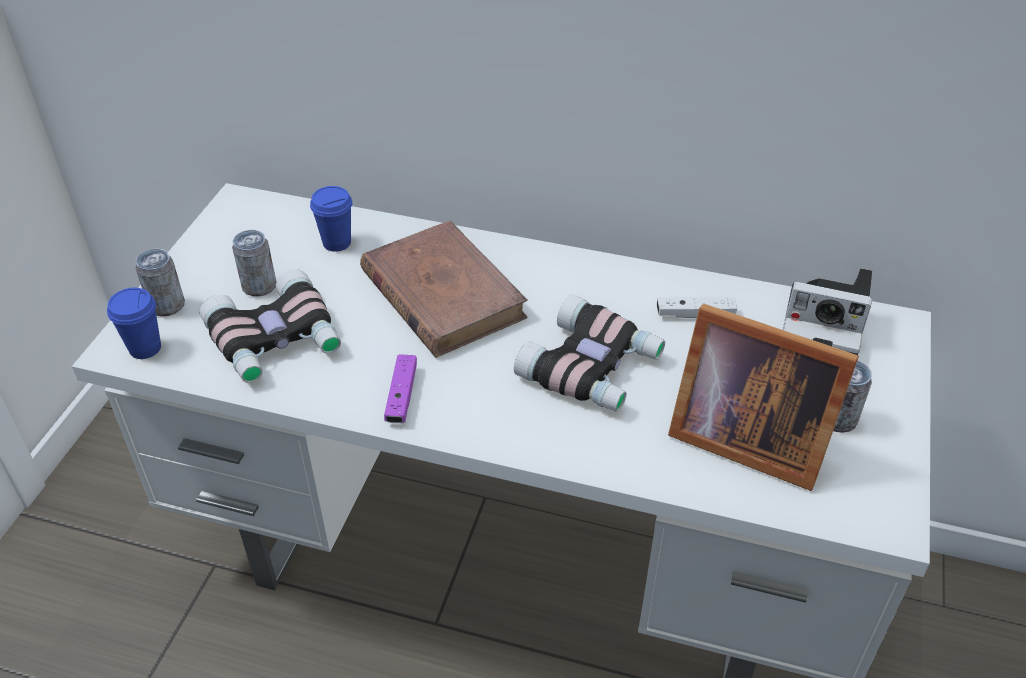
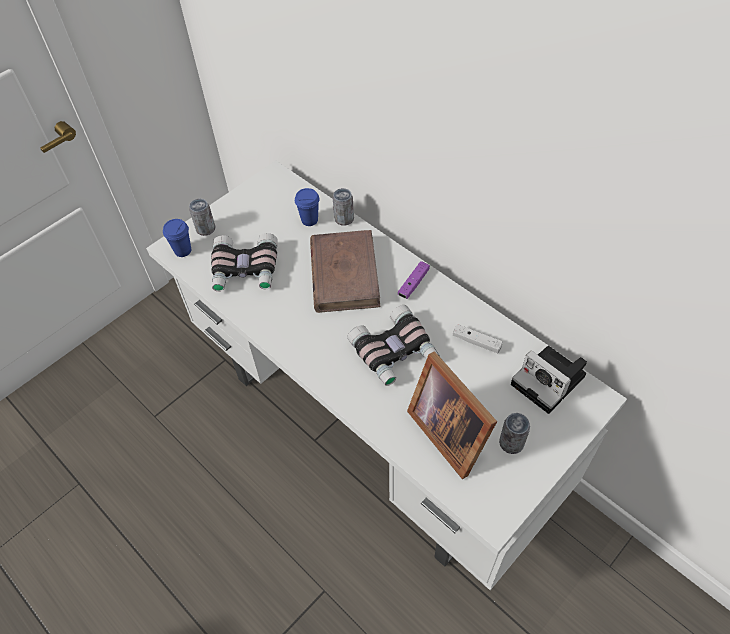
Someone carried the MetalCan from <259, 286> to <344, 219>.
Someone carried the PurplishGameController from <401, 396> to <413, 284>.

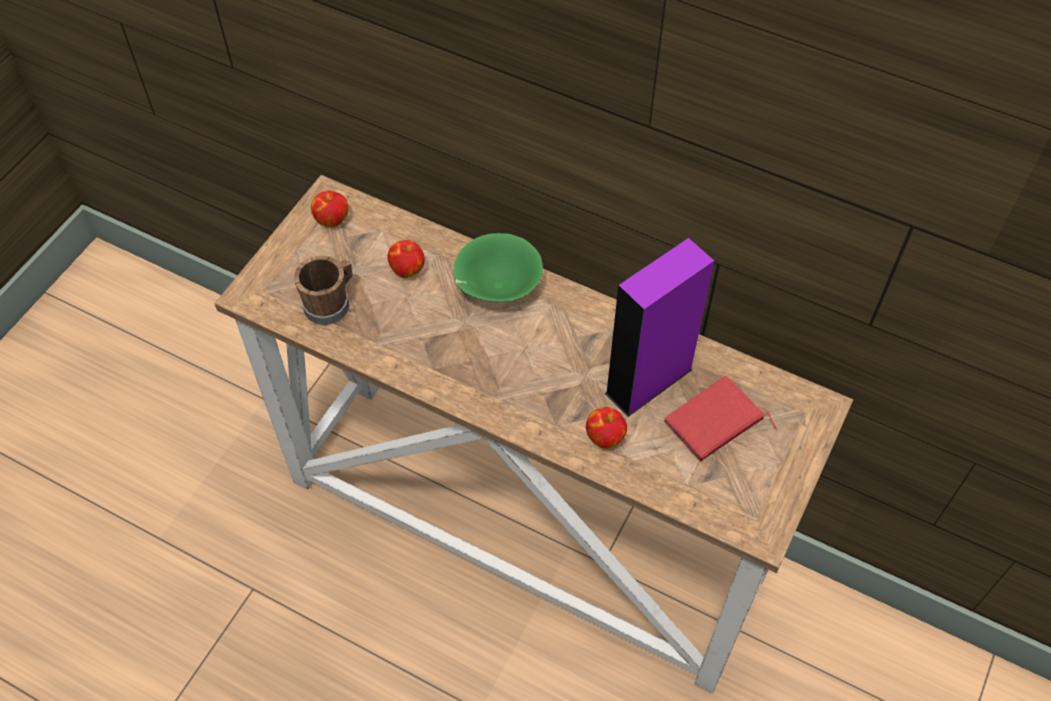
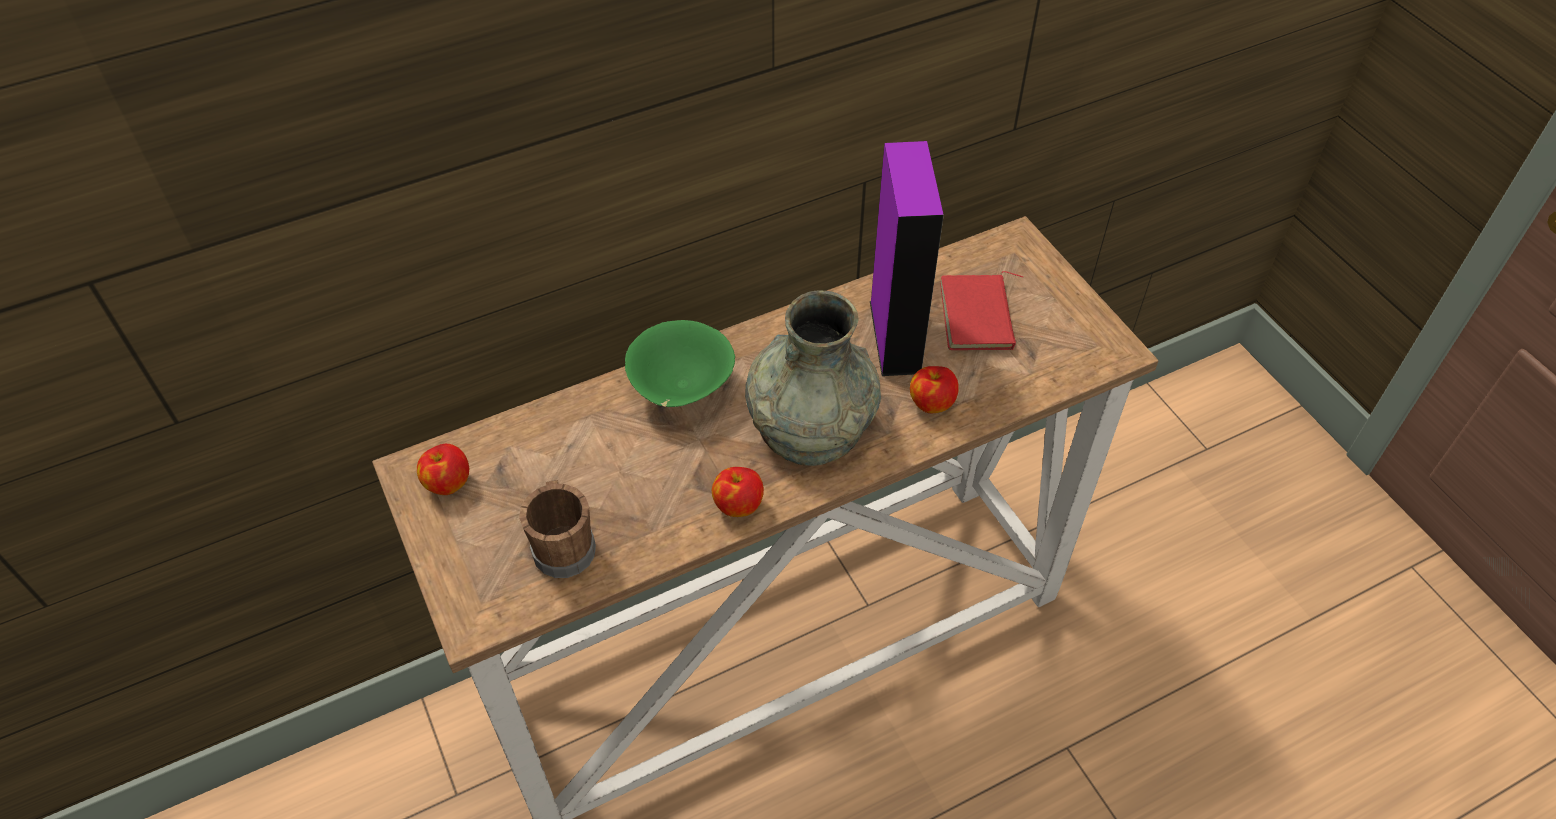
Someone put down the GrayVase at <810, 422>.
Someone carried the AppleFruit from <407, 269> to <738, 504>.

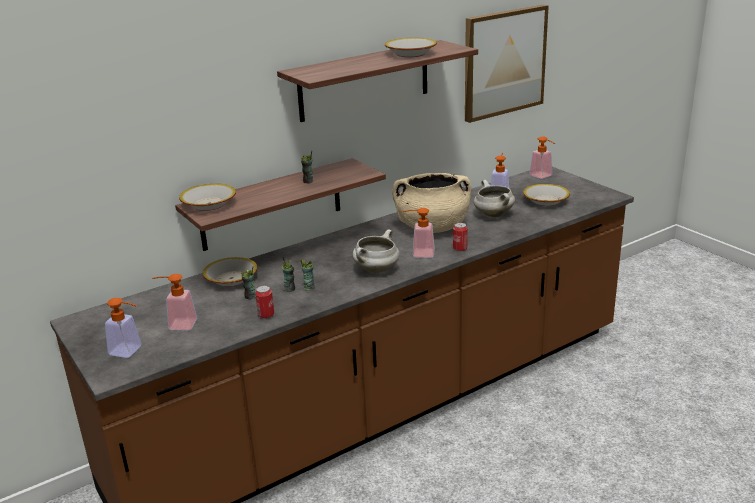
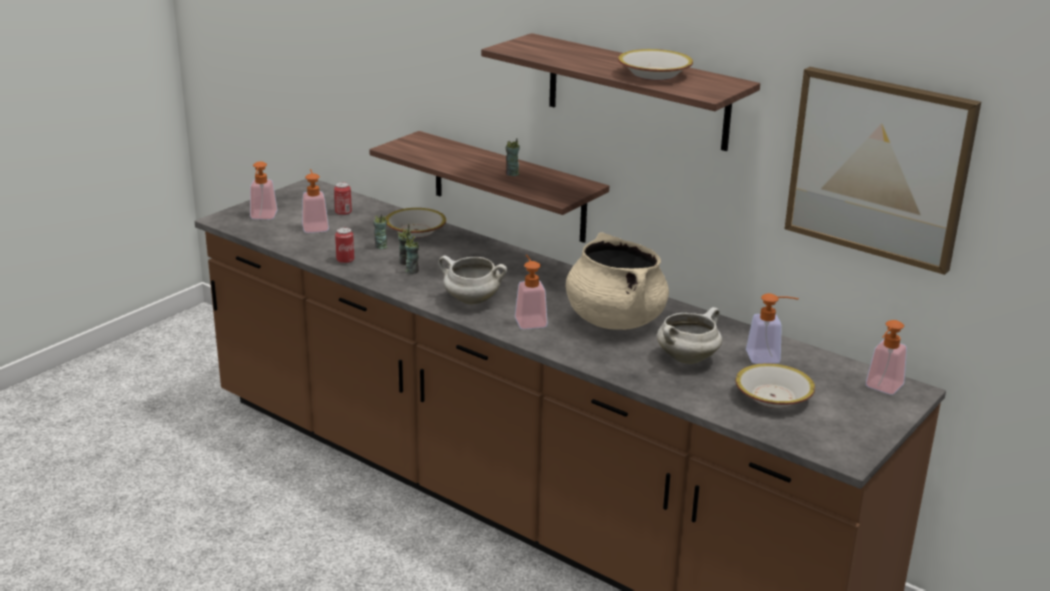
Someone took away the ServingBowl at <209, 204>.
Someone carried the MetalCan from <460, 249> to <343, 213>.

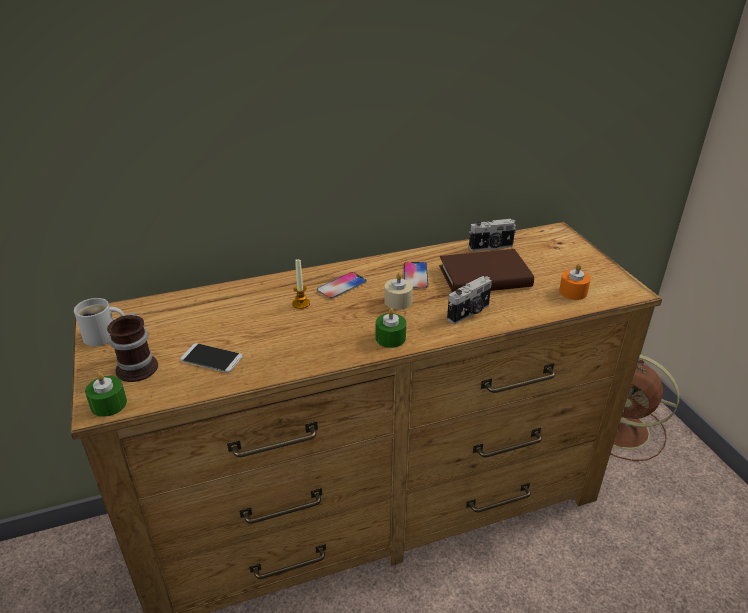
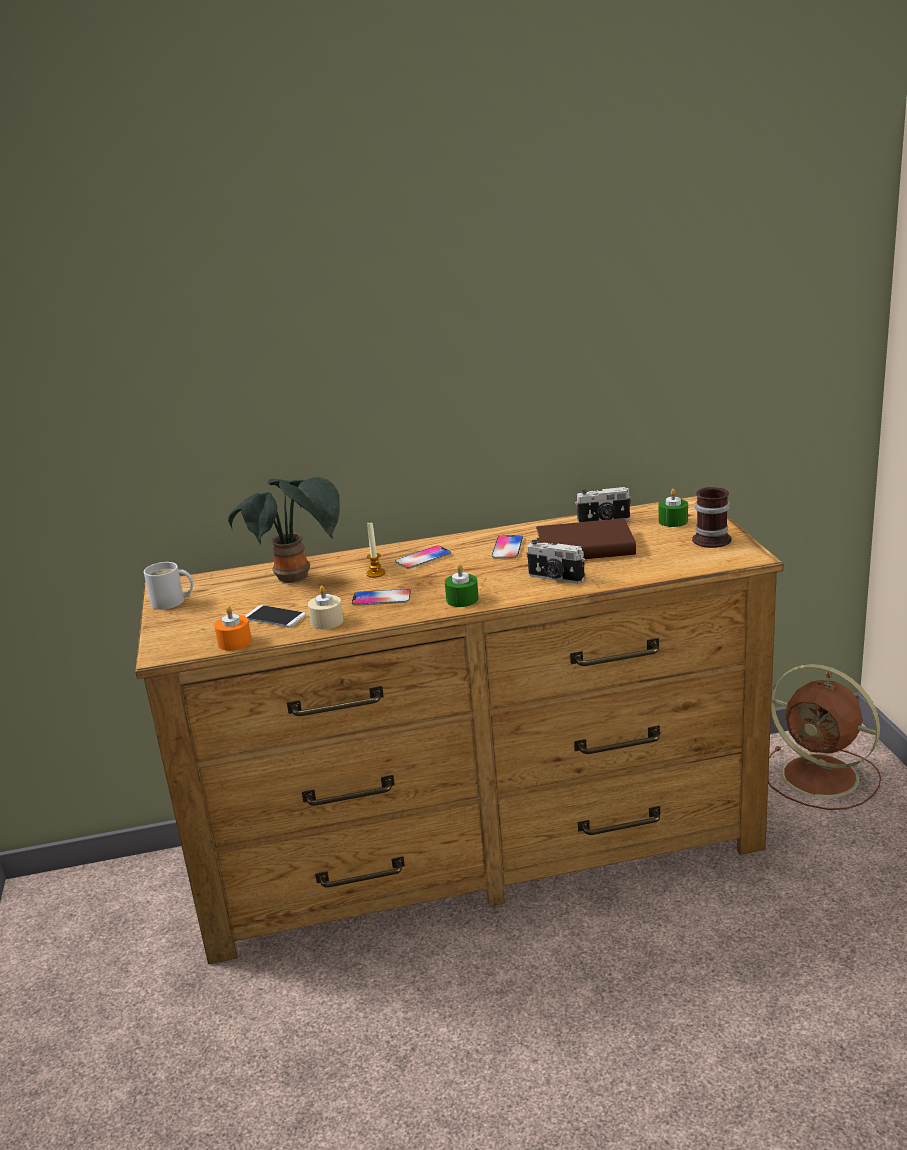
Someone put down the PottedPlant at <296, 578>.
Someone put down the Telephone at <381, 598>.
Someone carried the GreenColouredCandle from <109, 404> to <673, 521>.
Someone carried the CoffeeMug from <139, 365> to <712, 538>.
Someone carried the SandColouredCandle from <398, 301> to <327, 621>.
Someone carried the OrangeColouredCandle from <573, 292> to <234, 642>.
Someone rotated the PhotoCamera at <469, 313> by 60 degrees clockwise.

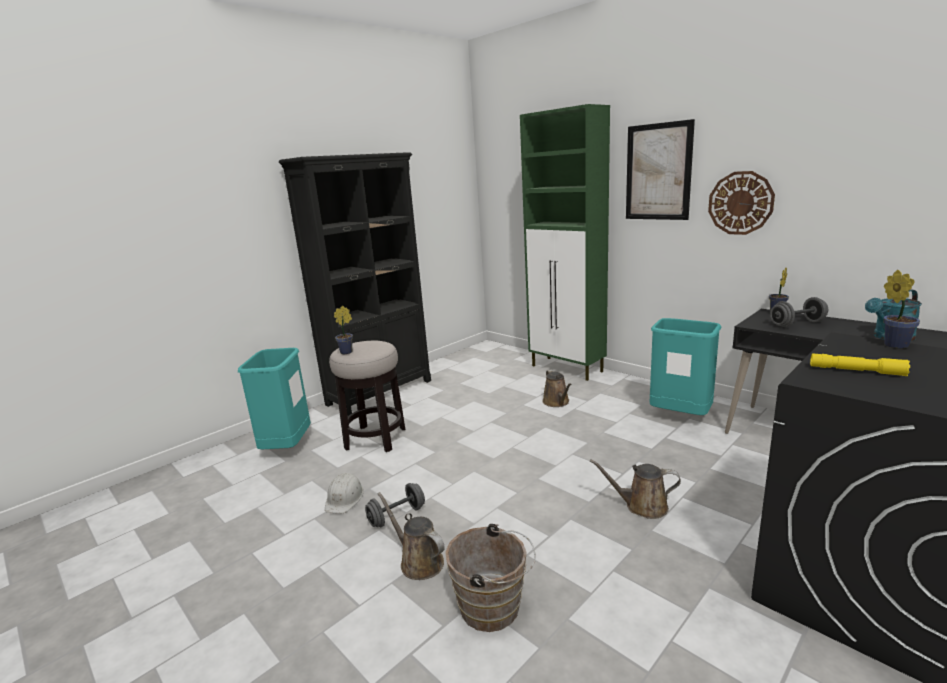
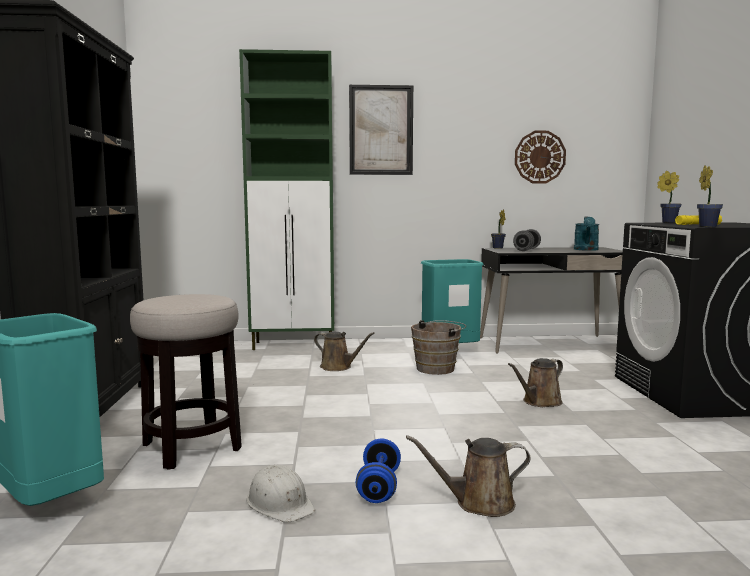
Someone carried the PottedPlant from <348, 352> to <706, 226>.
Someone carried the BrownWaterBucket from <494, 608> to <438, 368>.
Someone carried the WallClock from <740, 203> to <539, 157>.
Someone repainted the GrayFreeWeight at <397, 516>, which became the BlueFreeWeight at <379, 487>.

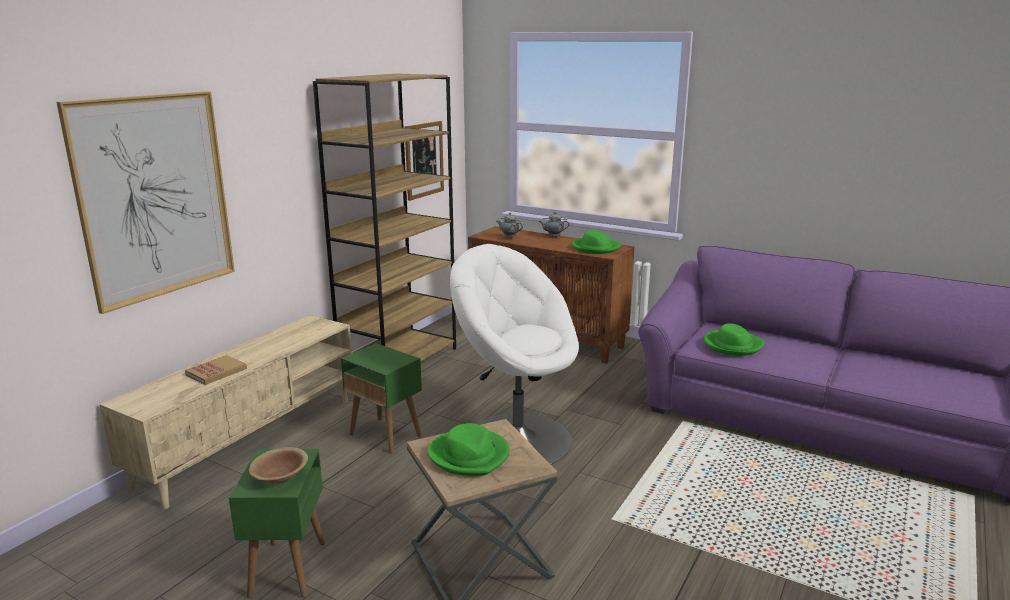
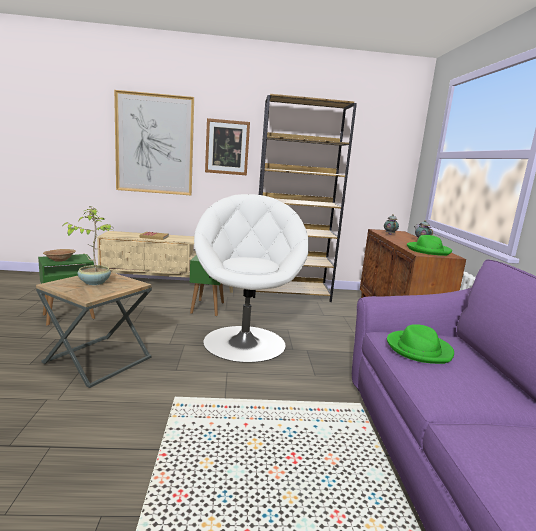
Someone carried the WallArt from <424, 160> to <227, 147>.
Someone swapped the GreenColouredWearableHat at <469, 455> for the PottedPlant at <94, 282>.

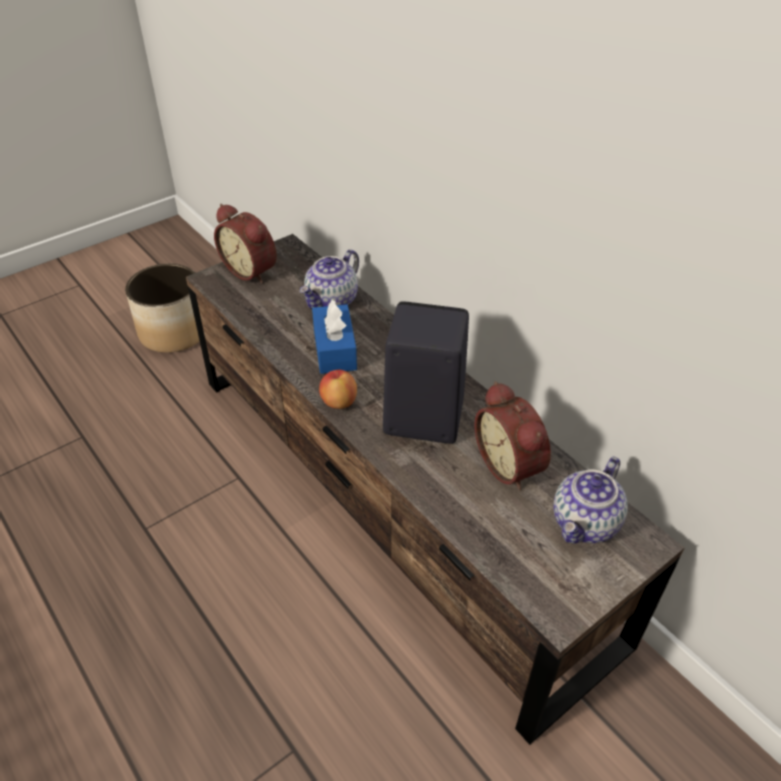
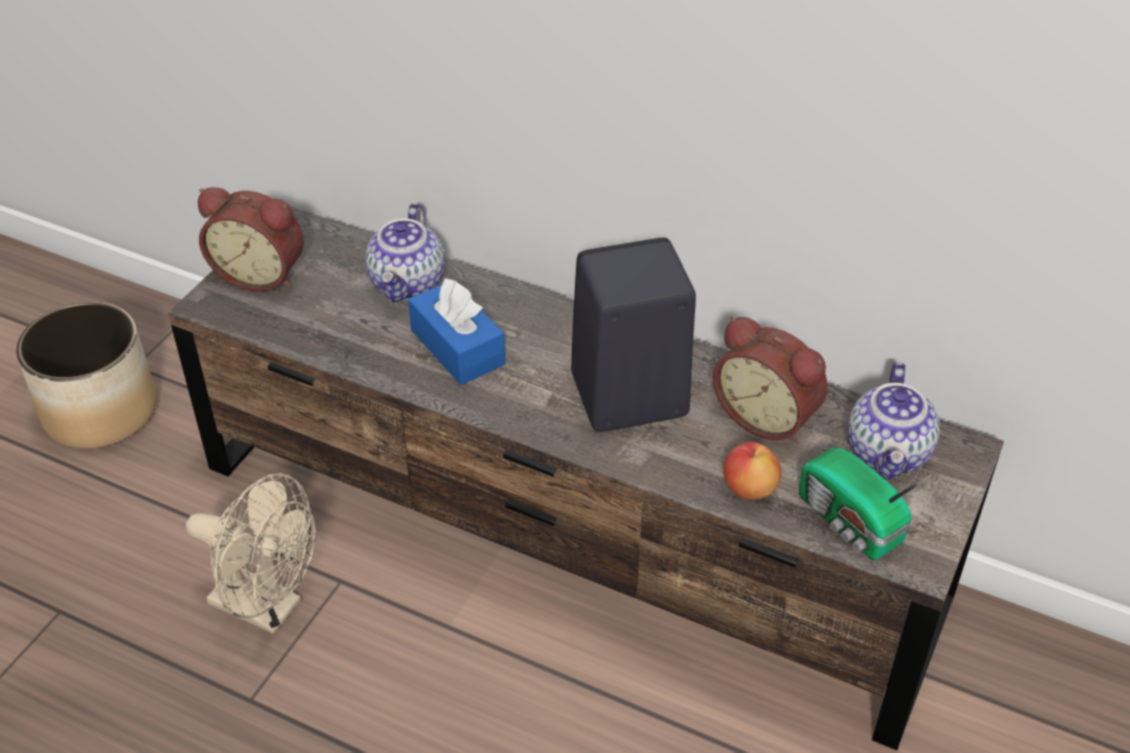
Someone put down the SandColouredElectricFan at <268, 607>.
Someone put down the Radio at <850, 523>.
Someone carried the AppleFruit from <339, 402> to <749, 488>.

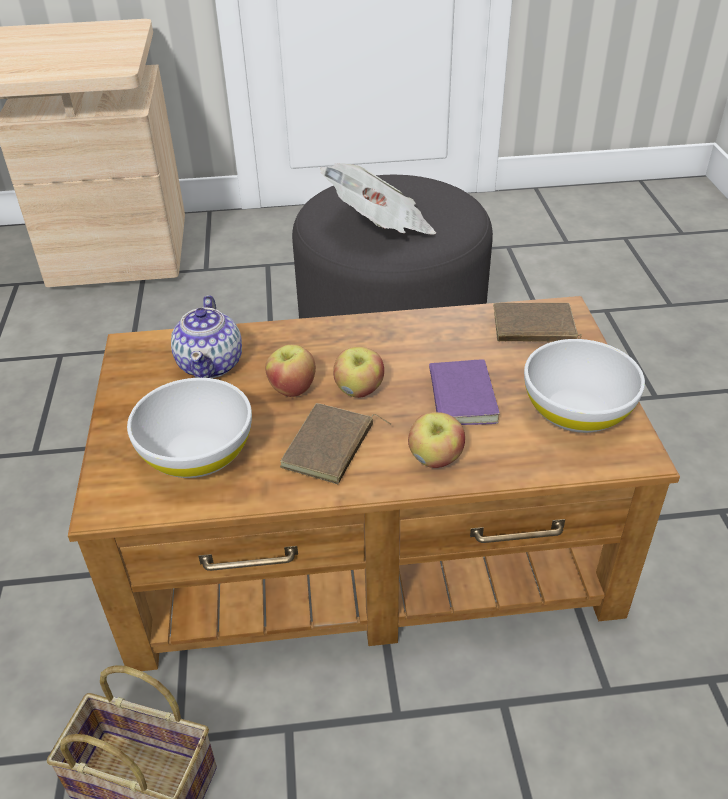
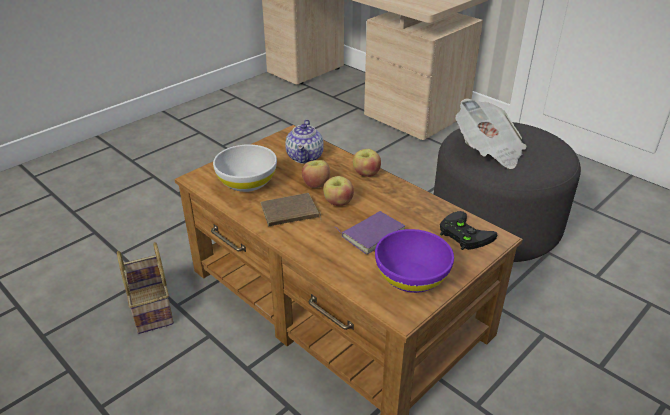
Someone carried the AppleFruit from <435, 459> to <366, 174>.
Someone swapped the BrownBook at <533, 329> for the BlackColouredGameController at <463, 234>.
Someone repainted the WhiteColouredServingBowl at <577, 411>, which became the PurplishServingBowl at <412, 278>.
Someone rotated the TeaPot at <211, 364> by 45 degrees counterclockwise.

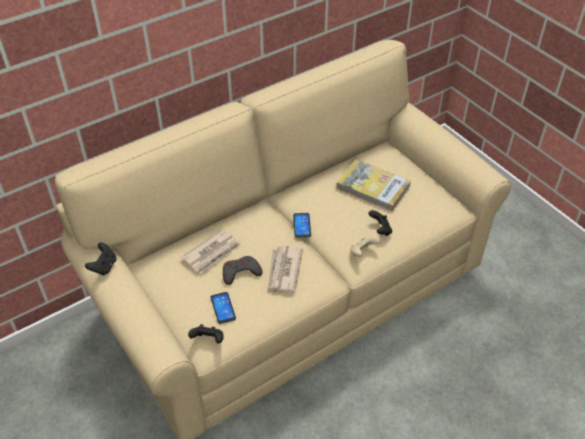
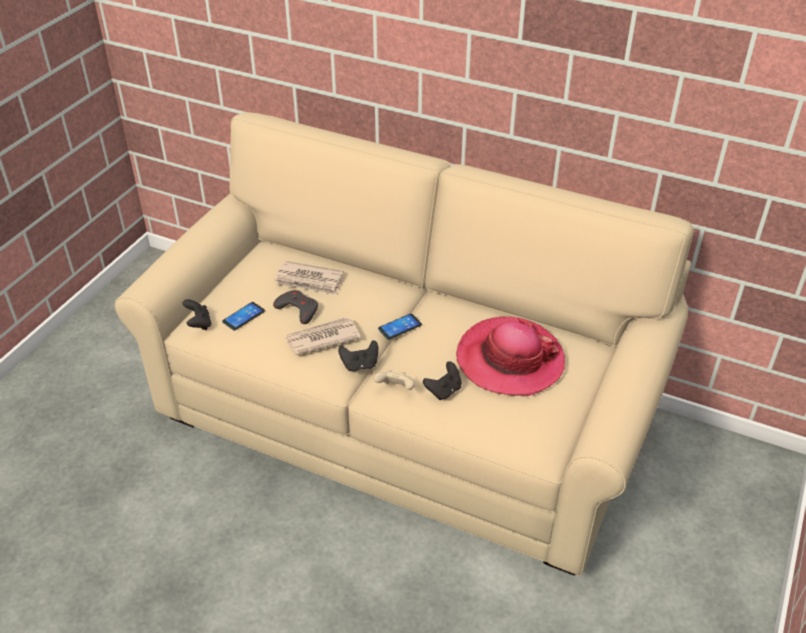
Someone carried the BlackColouredGameController from <104, 267> to <360, 365>.
Someone swapped the Book at <373, 187> for the WearableHat at <509, 360>.

